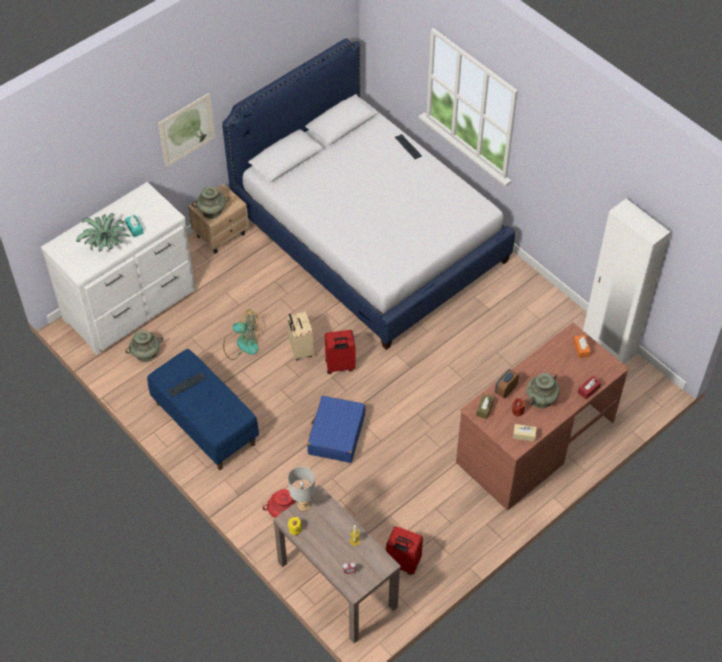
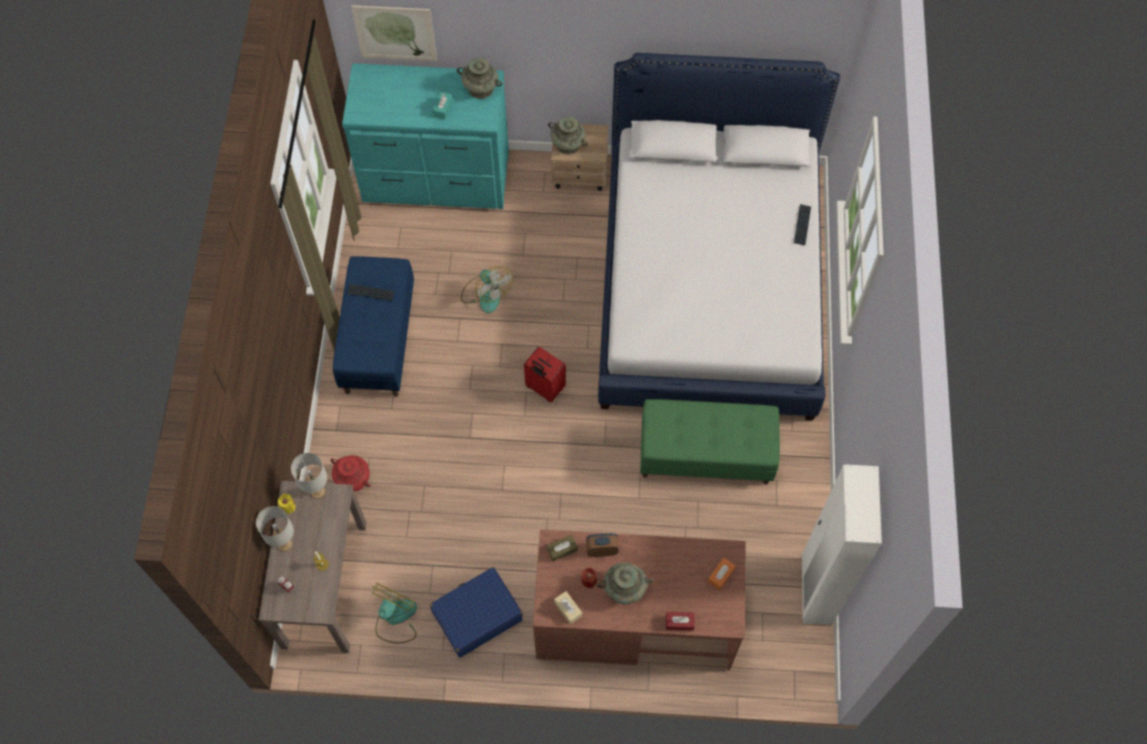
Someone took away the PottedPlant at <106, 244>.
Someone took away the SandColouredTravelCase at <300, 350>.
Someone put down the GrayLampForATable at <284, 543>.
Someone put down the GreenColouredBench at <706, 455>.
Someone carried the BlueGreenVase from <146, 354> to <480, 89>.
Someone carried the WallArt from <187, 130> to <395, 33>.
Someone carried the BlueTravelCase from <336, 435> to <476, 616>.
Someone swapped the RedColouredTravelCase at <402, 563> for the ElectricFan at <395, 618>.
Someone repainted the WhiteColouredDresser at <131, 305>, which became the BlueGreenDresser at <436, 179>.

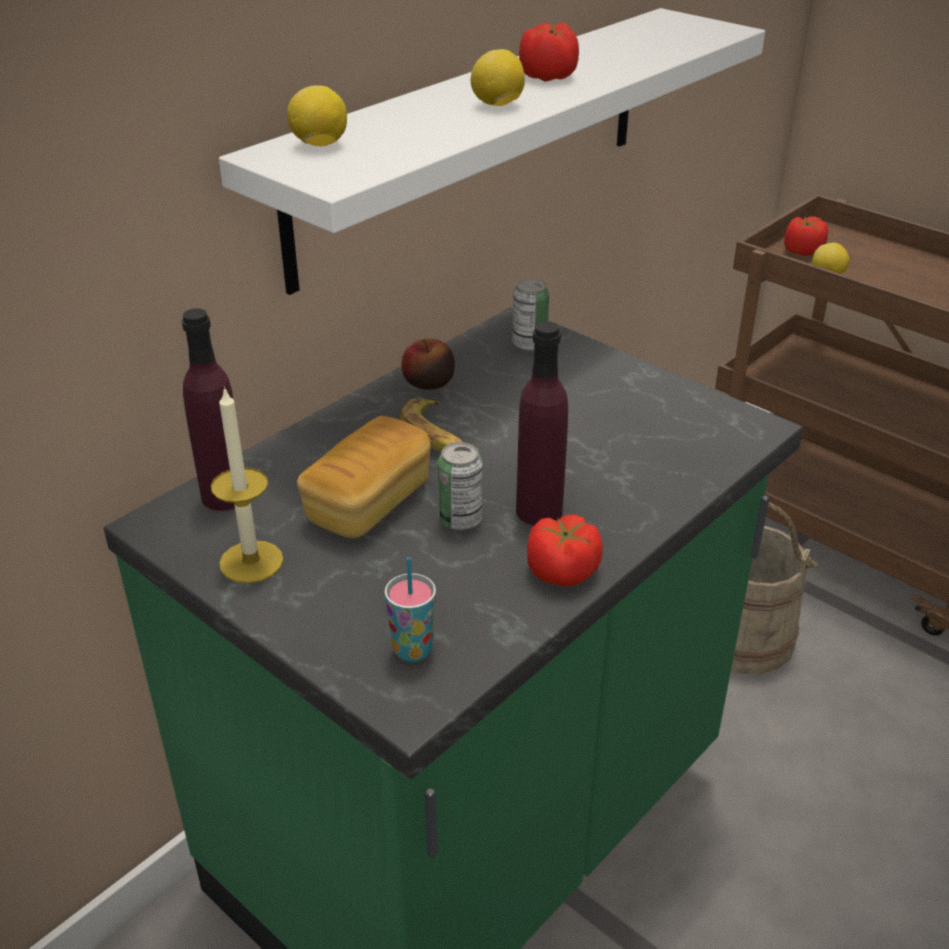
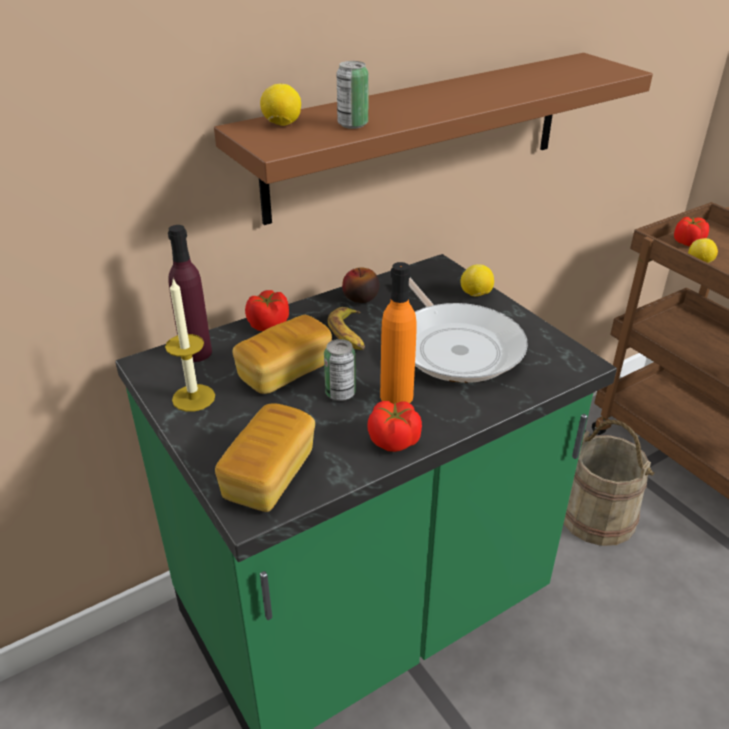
Someone put down the Skillet at <456, 346>.
Someone carried the CitrusFruit from <498, 105> to <476, 295>.
Someone carried the MetalCan from <529, 344> to <352, 124>.
Someone carried the Tomato from <549, 76> to <269, 325>.
Someone swapped the Cup at <413, 650> for the BakedBread at <269, 475>.
Someone repainted the WhiteColouredBracketShelf at <476, 141>, which became the BrownBracketShelf at <420, 135>.
Someone repainted the PurplishDrinkBottle at <539, 511>, which became the OrangeColouredDrinkBottle at <396, 396>.

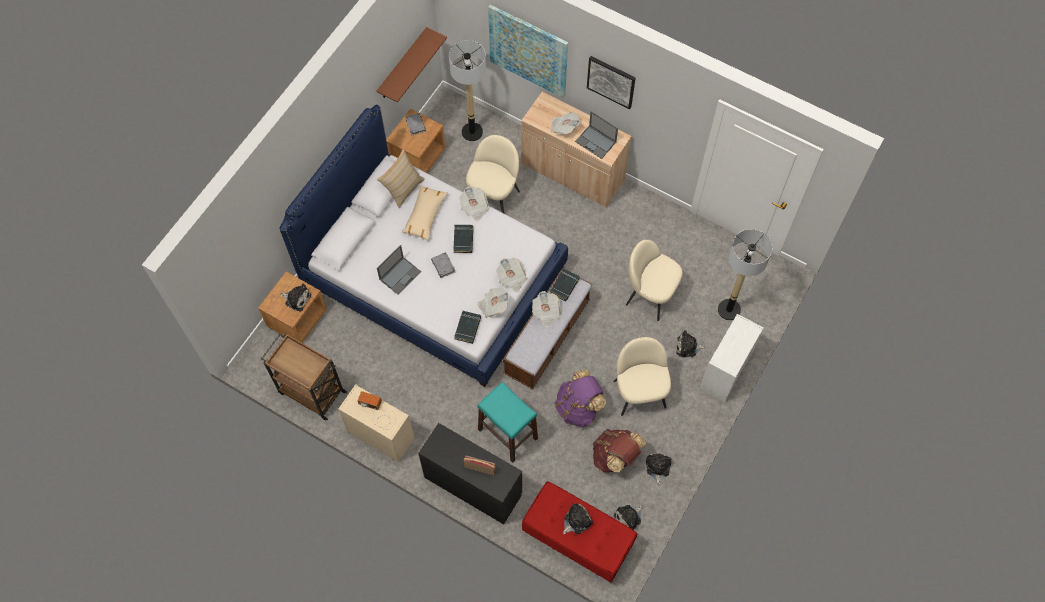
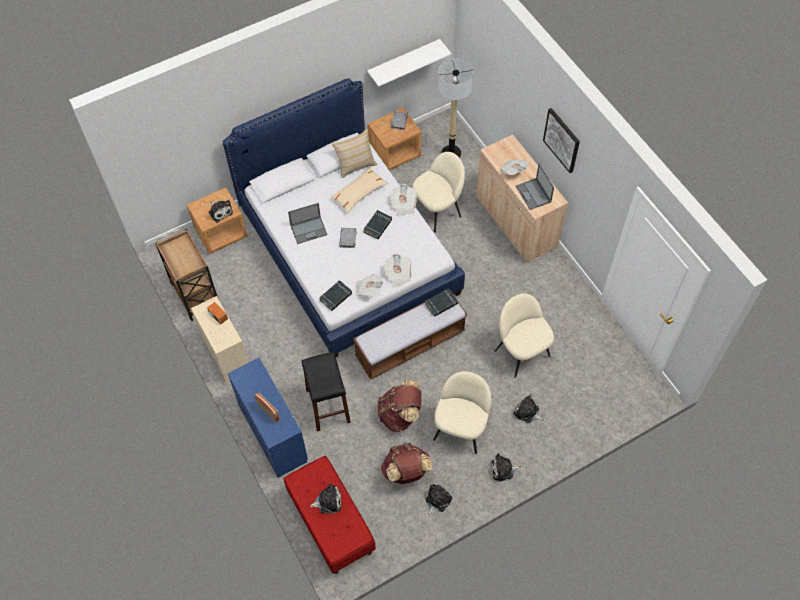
Someone took away the WallArt at <528, 50>.
Someone took away the DailyPaper at <546, 313>.
Someone took away the WhiteColouredDresser at <725, 372>.
Someone took away the StandingLamp at <729, 310>.
Someone carried the SoftToy from <629, 518> to <503, 469>.
Someone repainted the BrownBracketShelf at <402, 65>, which became the WhiteColouredBracketShelf at <403, 61>.
Someone repainted the BlackColouredDeskTable at <472, 486>, which became the BlueDeskTable at <272, 433>.
Someone repainted the BlueGreenStool at <508, 434>, which became the BlackColouredStool at <328, 406>.
Someone repainted the PurplishKnapsack at <578, 407>, which became the BrownKnapsack at <400, 414>.

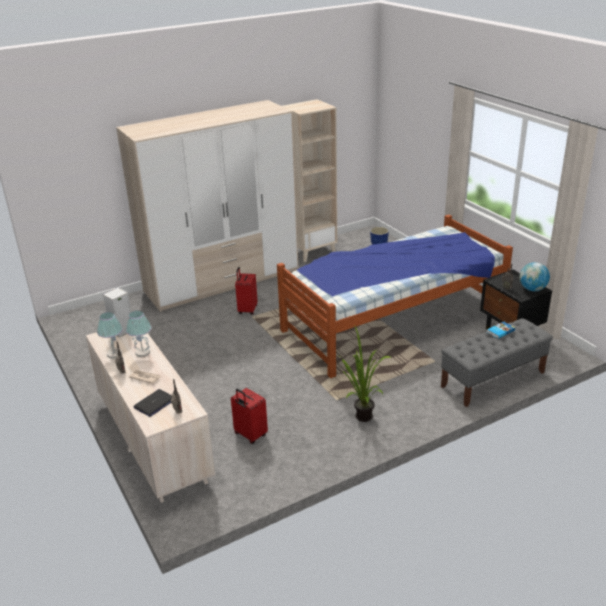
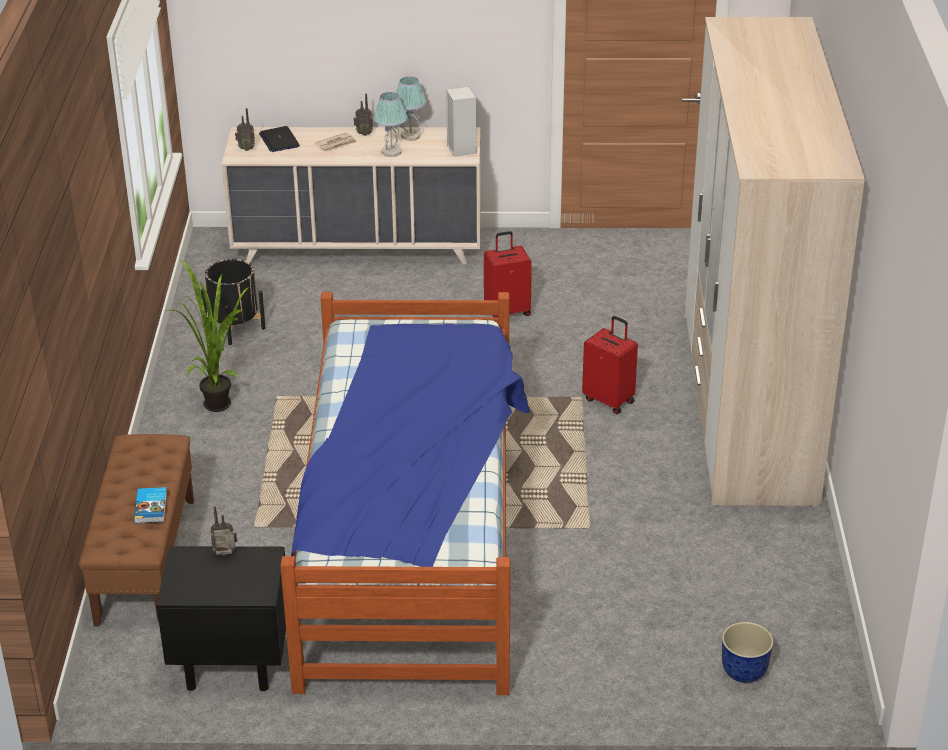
Someone took away the SandColouredBookcase at <312, 251>.
Someone took away the Globe at <532, 289>.
Someone put down the BlackColouredPlantPot at <235, 327>.
Someone carried the RedColouredTravelCase from <250, 435> to <507, 311>.
Someone repainted the GrayBench at <492, 380>, which became the BrownBench at <145, 560>.

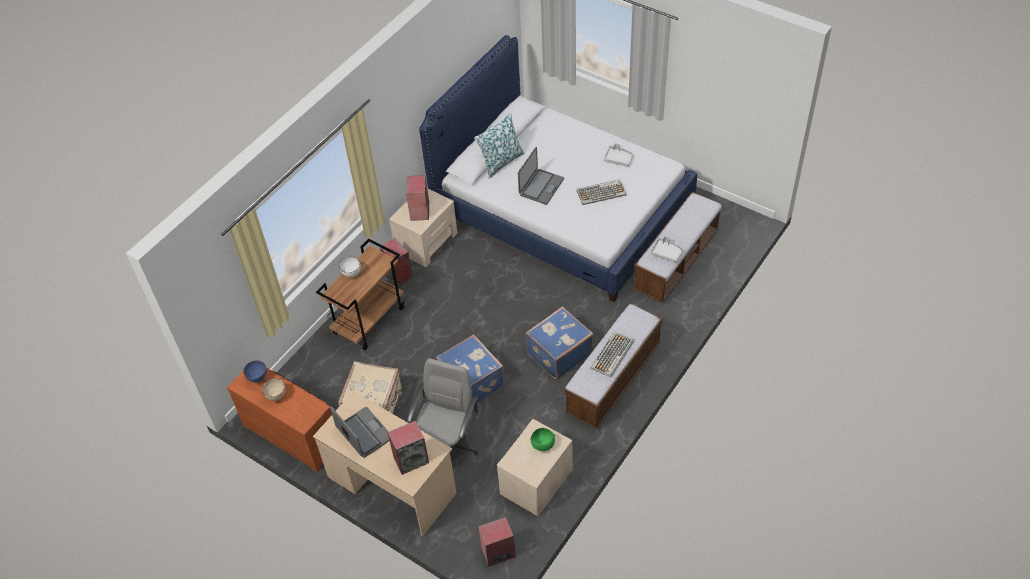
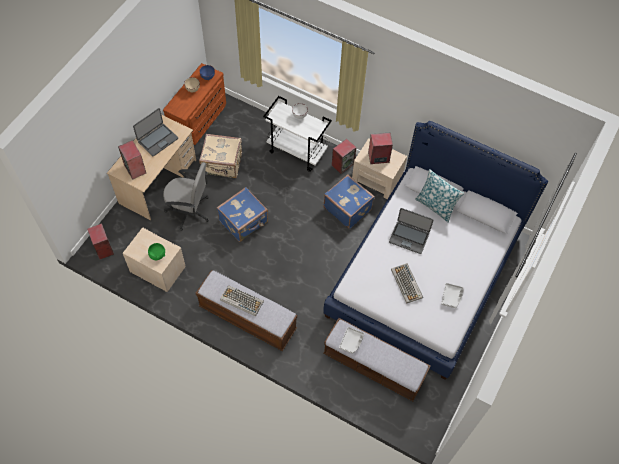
Someone carried the BlueTravelCase from <558, 353> to <348, 208>.
Someone repainted the BrownCart at <369, 320>, which became the WhiteColouredCart at <297, 152>.

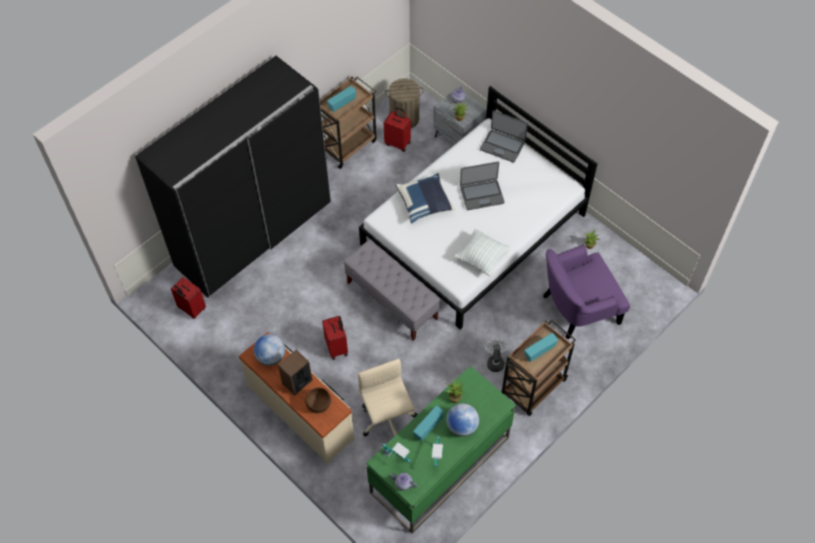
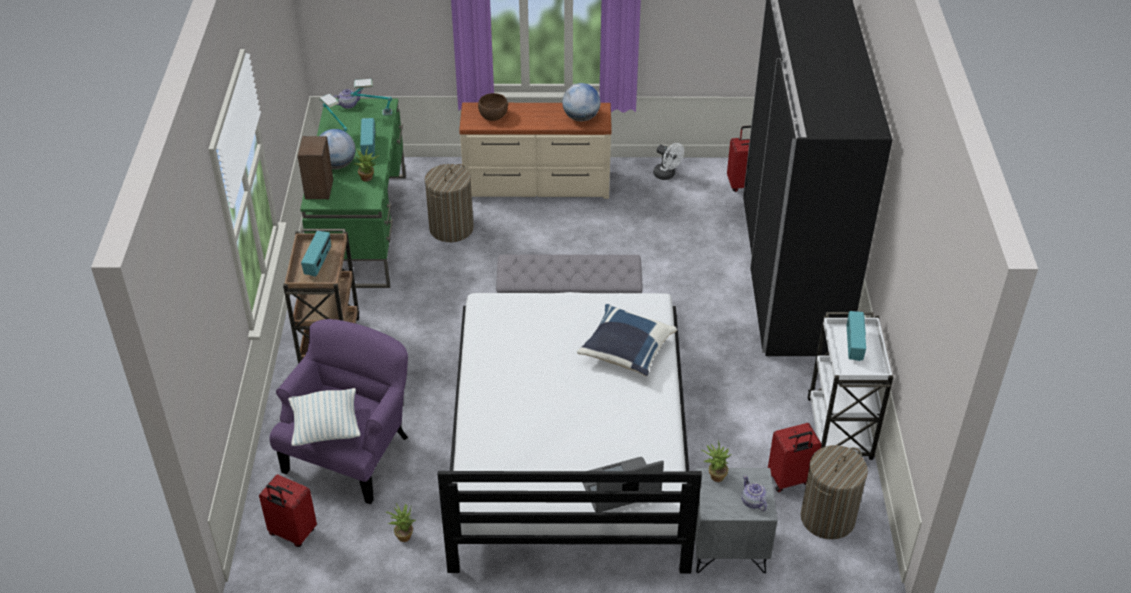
Someone took away the Laptop at <481, 194>.
Someone carried the AudioSpeaker from <297, 382> to <319, 189>.
Someone carried the RedColouredTravelCase from <337, 347> to <292, 533>.
Someone carried the ThrowPillow from <481, 258> to <326, 429>.
Someone carried the WhiteColouredElectricFan from <495, 361> to <667, 175>.
Someone swapped the SandColouredComputerChair at <387, 419> for the WashingBasket at <451, 228>.
Someone repainted the BrownCart at <348, 145>, which became the WhiteColouredCart at <840, 431>.

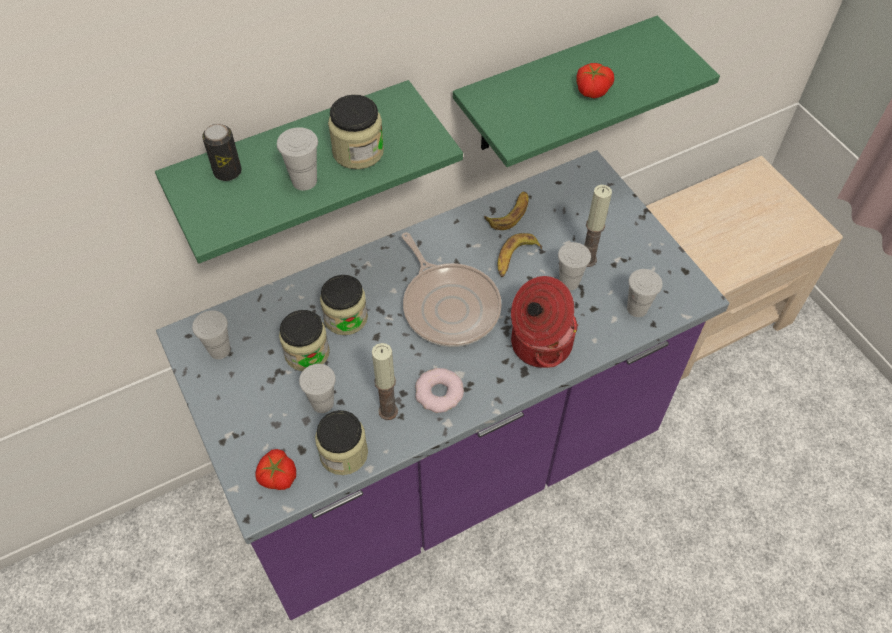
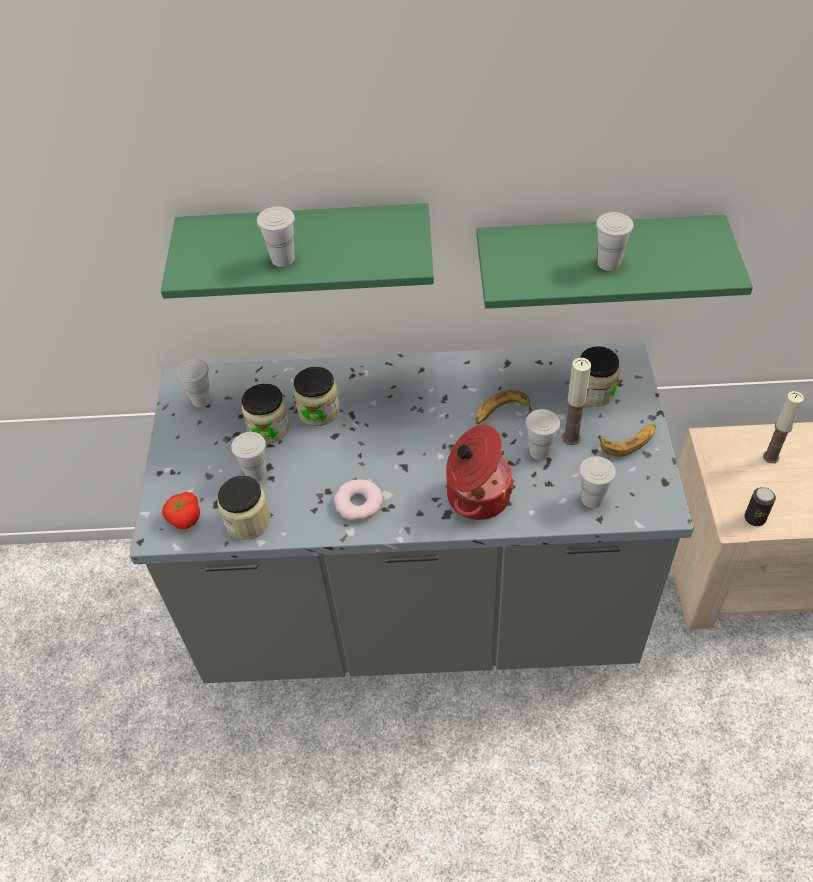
Someone took away the Skillet at <449, 305>.
Someone carried the MetalCan from <227, 172> to <754, 518>.
Someone carried the StorageJar from <358, 151> to <594, 391>.
Someone carried the Candle from <388, 411> to <771, 457>.
Someone carried the Banana from <509, 213> to <628, 442>.
Someone swapped the Tomato at <591, 90> for the WhiteColouredCup at <608, 263>.
Someone repainted the PurplishKitchenCounter at <445, 464>, which became the GrayKitchenCounter at <418, 612>.

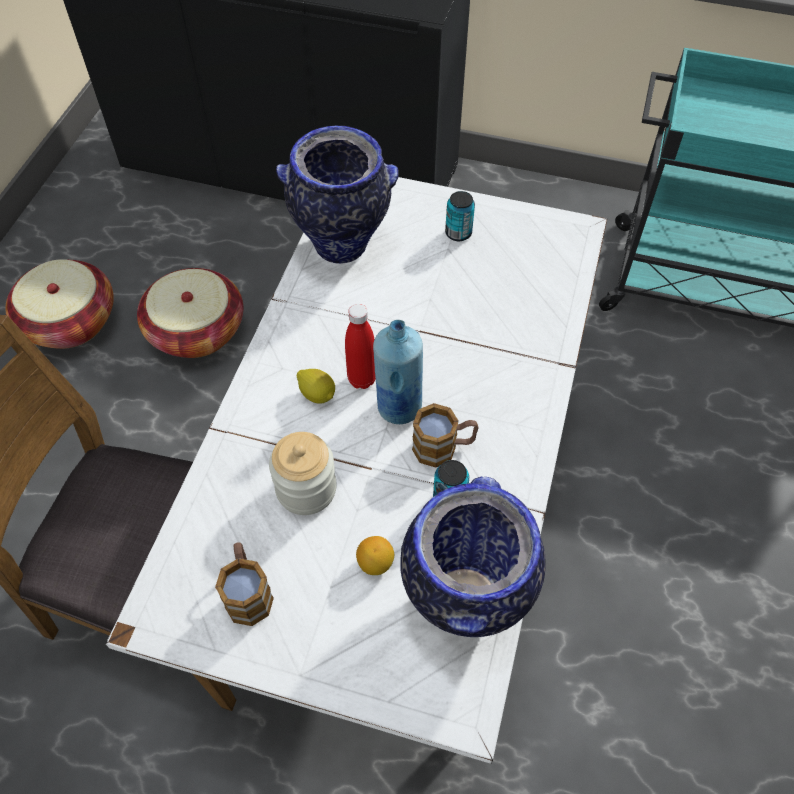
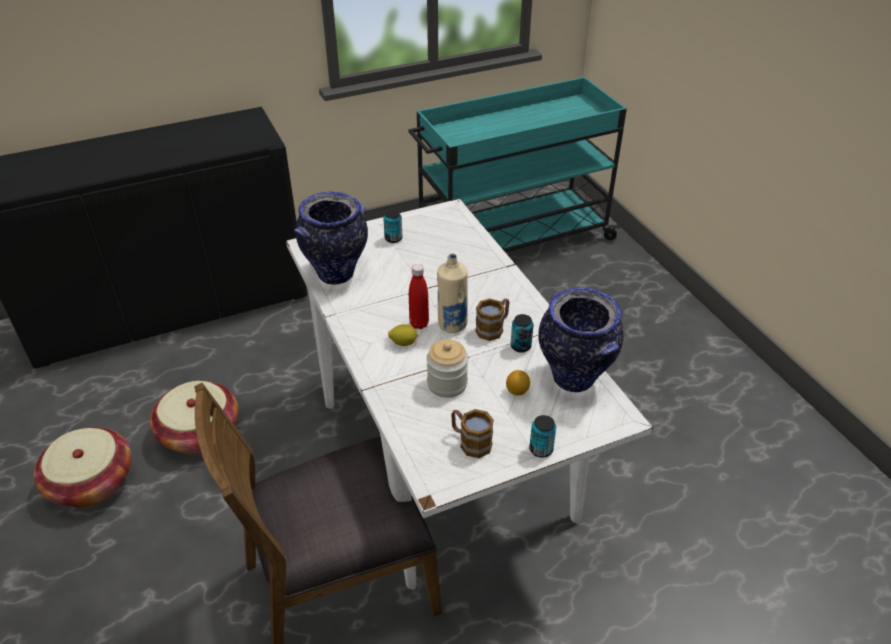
Someone put down the MetalCan at <541, 449>.
Someone repainted the BlueDrinkBottle at <398, 407>, which became the SandColouredDrinkBottle at <452, 325>.

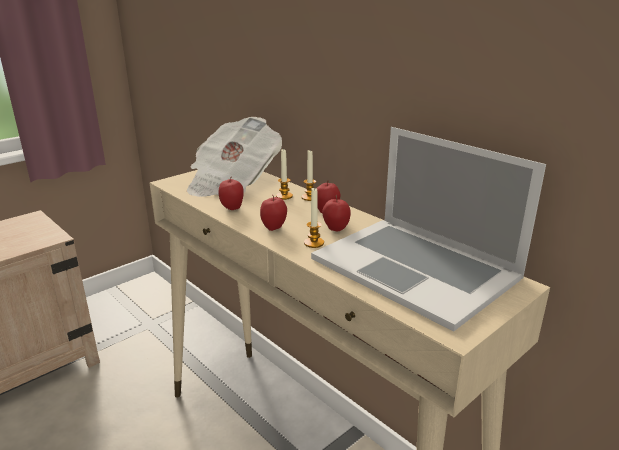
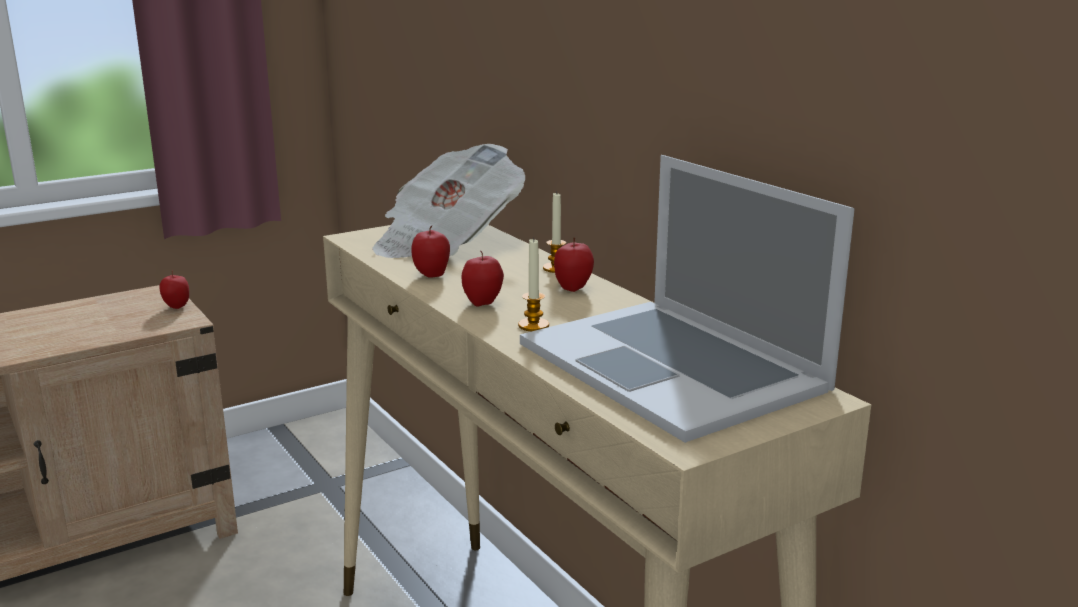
Someone took away the Candle at <284, 196>.
Someone carried the AppleFruit from <336, 229> to <176, 307>.

